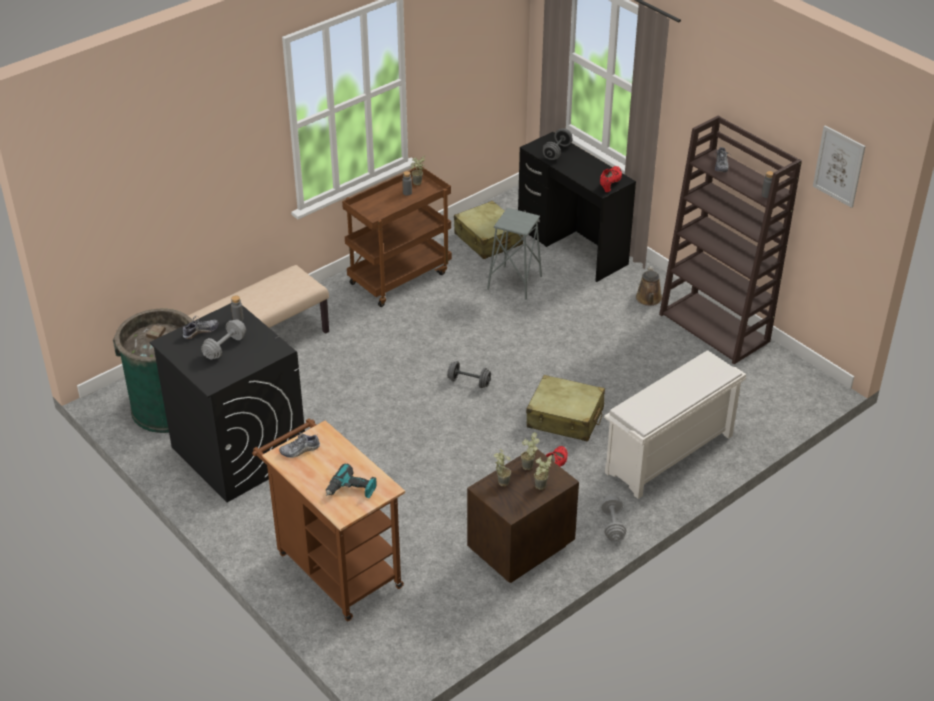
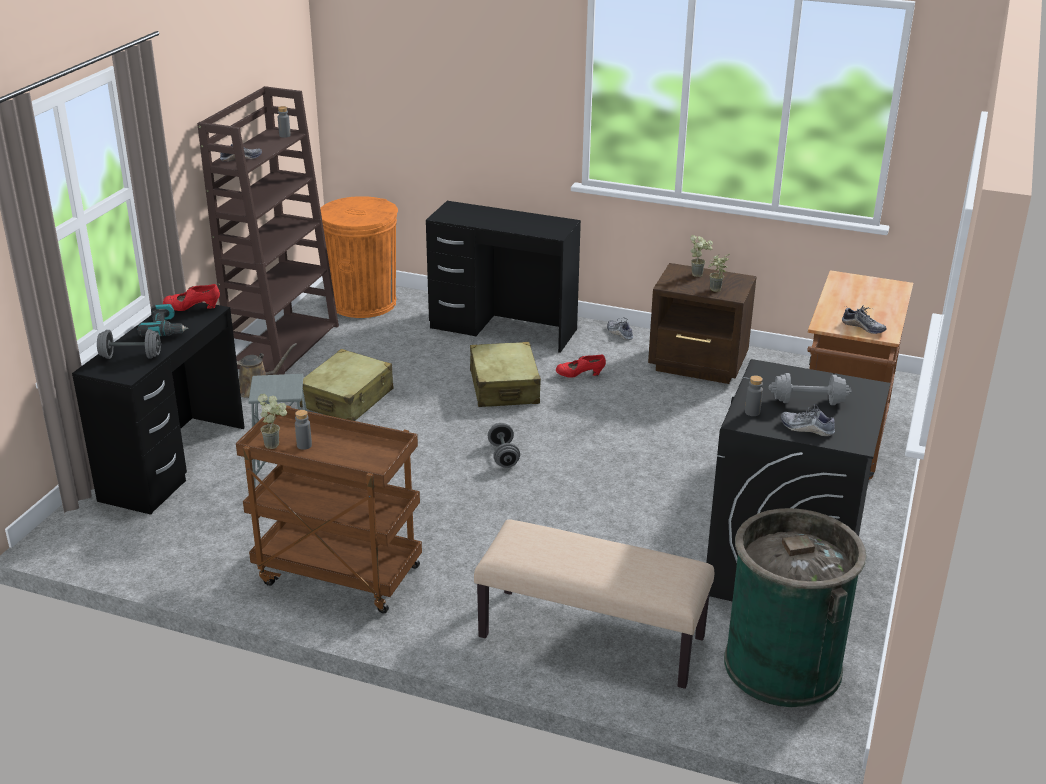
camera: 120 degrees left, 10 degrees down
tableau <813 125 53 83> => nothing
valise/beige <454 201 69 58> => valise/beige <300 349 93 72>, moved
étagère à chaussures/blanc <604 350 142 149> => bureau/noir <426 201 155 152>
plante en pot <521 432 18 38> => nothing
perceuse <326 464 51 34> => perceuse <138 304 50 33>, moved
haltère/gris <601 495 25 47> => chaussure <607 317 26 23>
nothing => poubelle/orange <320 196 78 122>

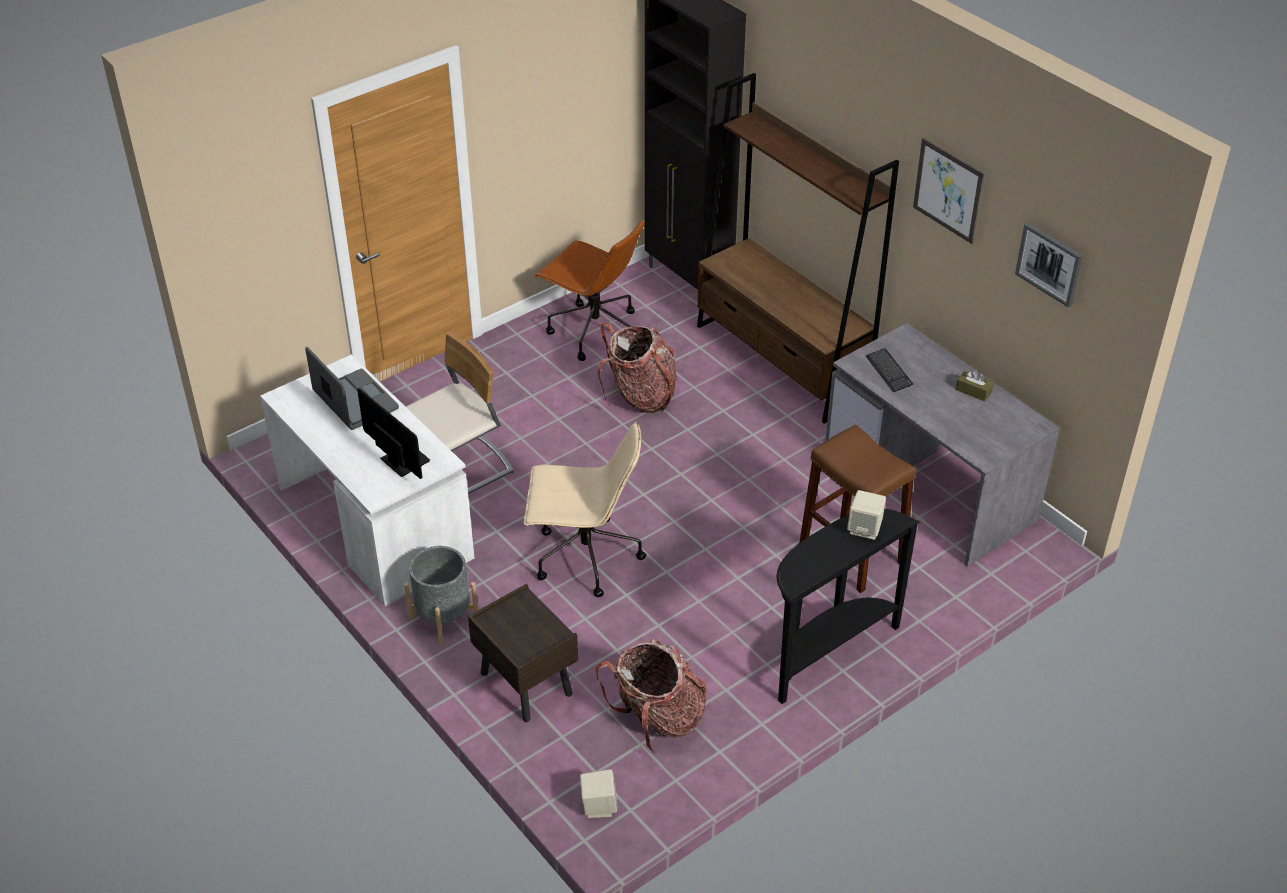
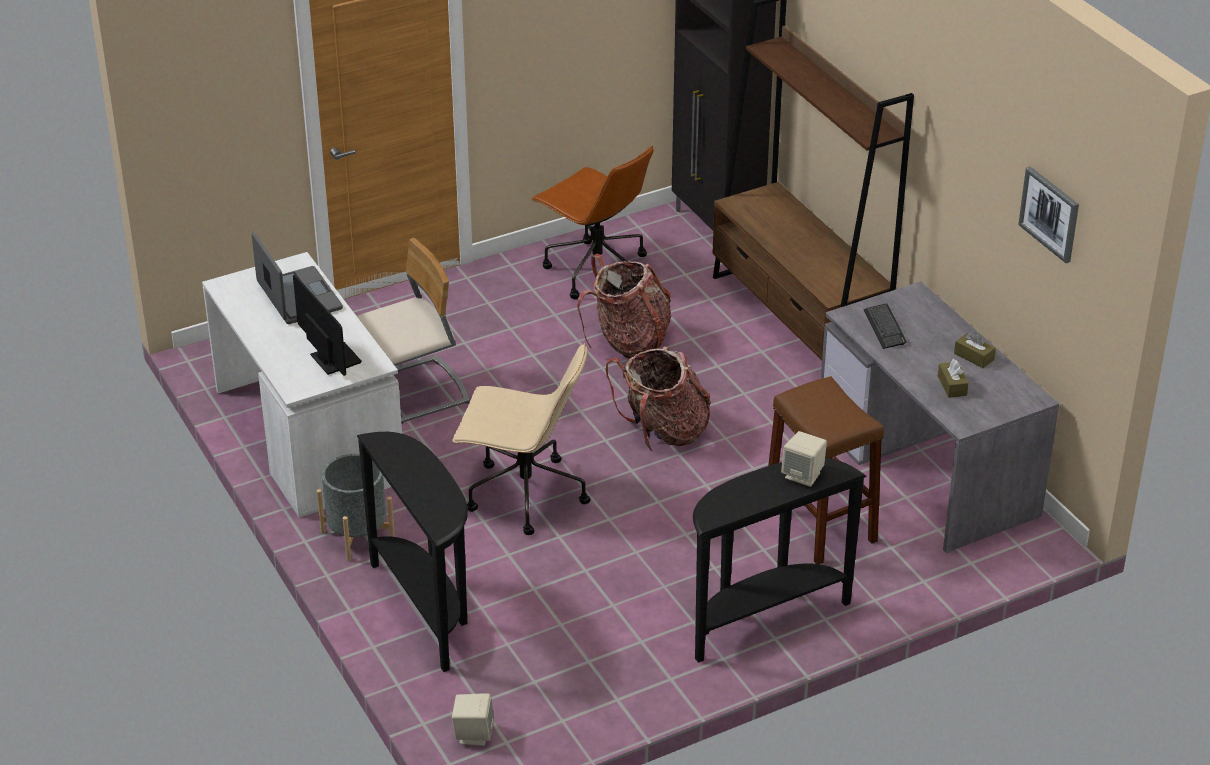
camera: 10 degrees right, 5 degrees down
tableau <913 138 72 106> => nothing
table de chevet/marron <468 584 110 138> => table console/noir <357 432 111 240>
sac à dos <596 639 111 113> => sac à dos <606 346 105 105>, moved
nothing => boîte à mouchoirs/marron <938 359 31 39>

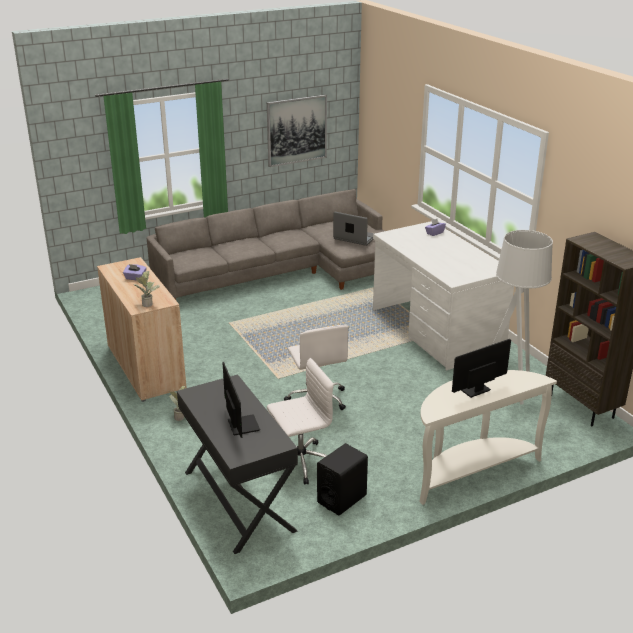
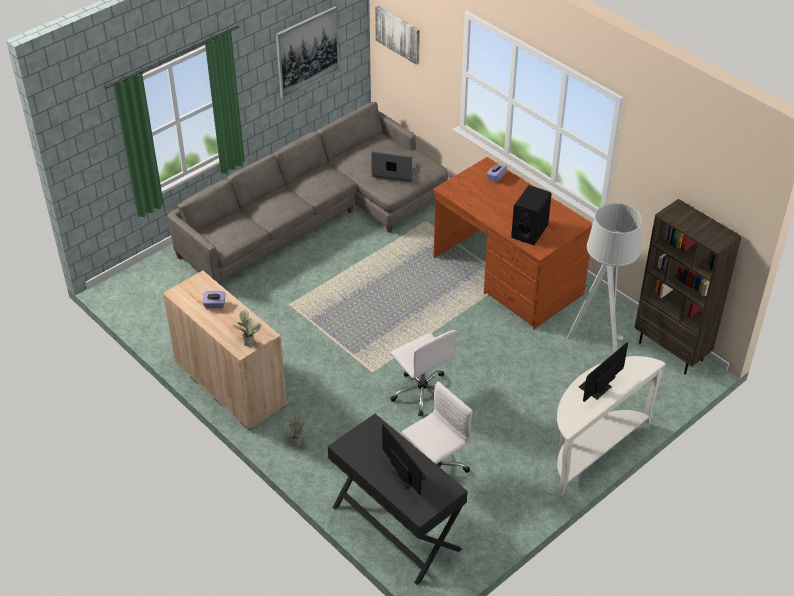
camera: 15 degrees left, 15 degrees up
bureau/blanc <373 221 141 149> => bureau/marron <433 157 160 172>
enceinte/noir <317 443 51 73> => enceinte/noir <511 185 41 60>, moved
nothing => tableau <375 6 45 59>

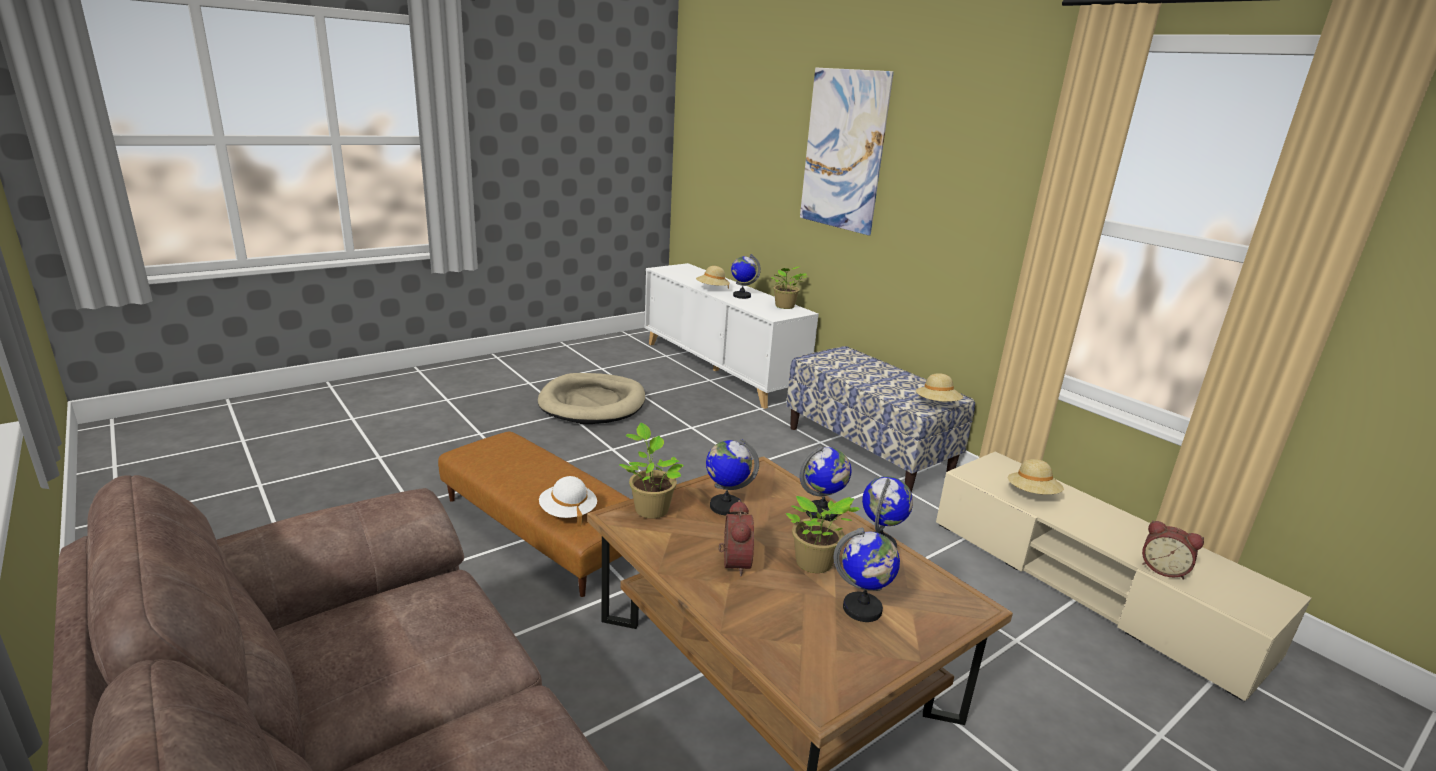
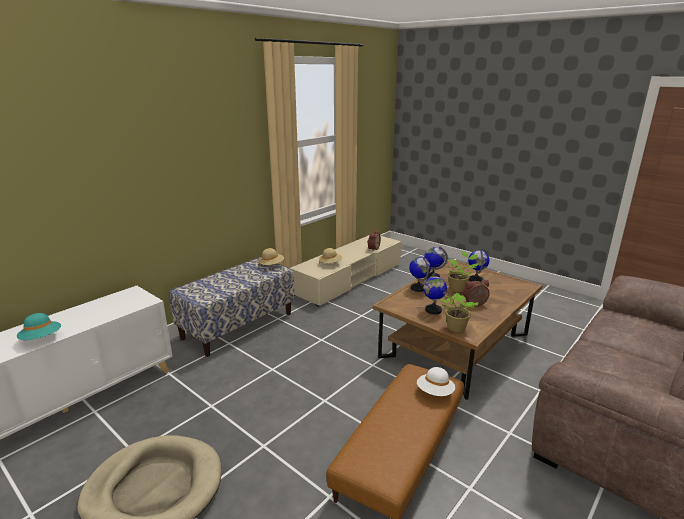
camera: 100 degrees left, 0 degrees up
tableau <800 68 94 168> => nothing
globe <731 254 30 45> => nothing
chapeau/beige <696 266 34 23> => chapeau/turquoise <17 313 44 27>
plante en pot <771 266 36 43> => nothing

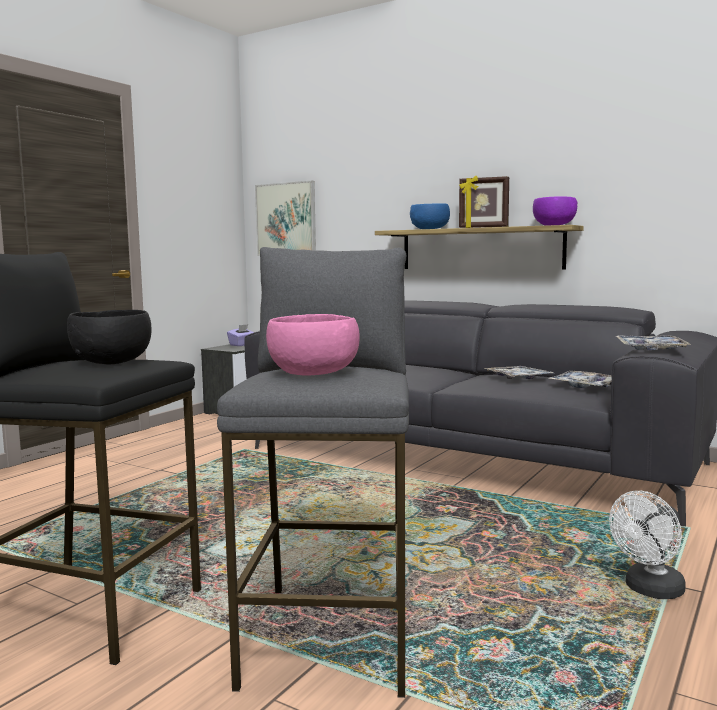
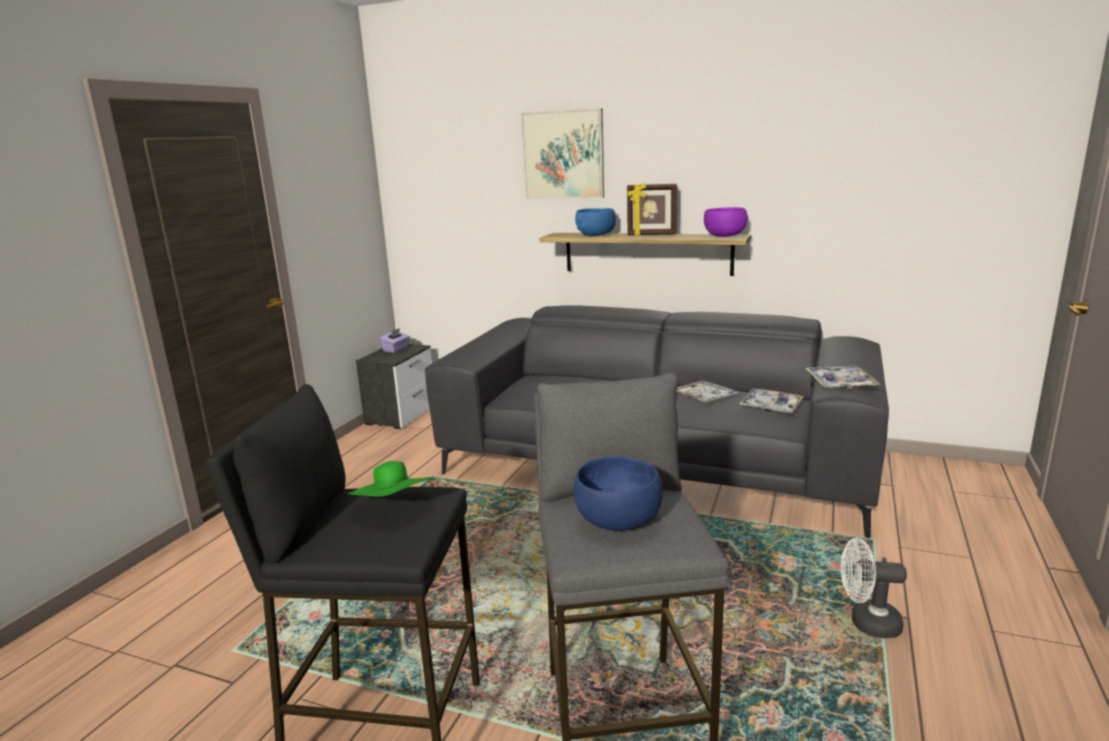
camera: 10 degrees left, 10 degrees up
tableau <255 181 61 75> => tableau <521 108 83 91>, moved
bol/noir <67 310 85 54> => chapeau/vert <347 461 87 35>
bol/rose <266 314 94 61> => bol/bleu <574 456 89 75>
ventilateur/blanc <609 491 77 108> => ventilateur/blanc <841 538 66 100>, 60 degrees clockwise

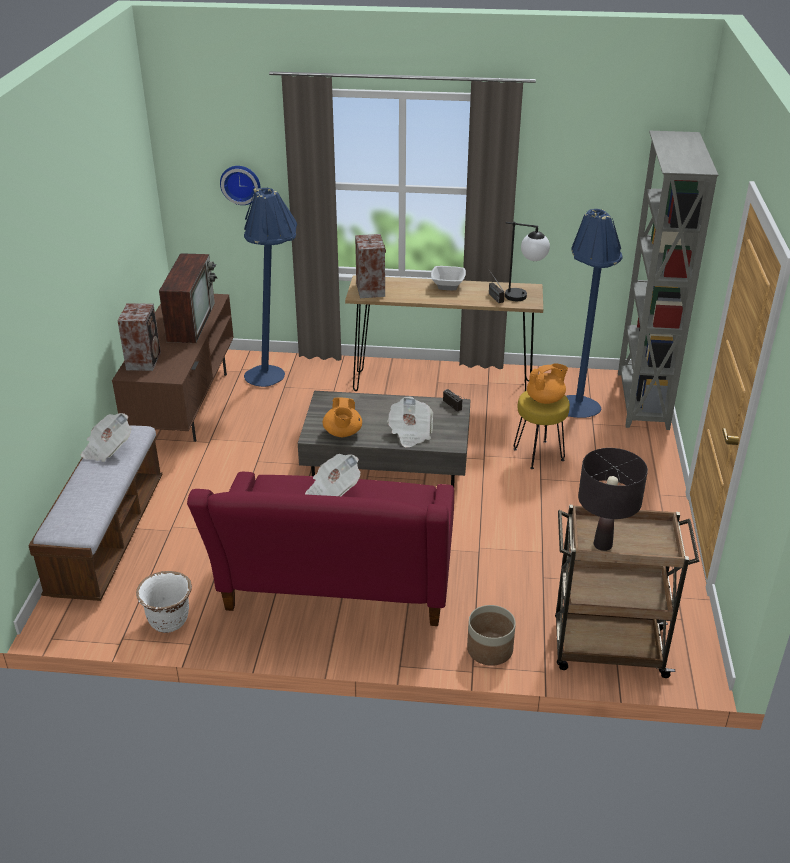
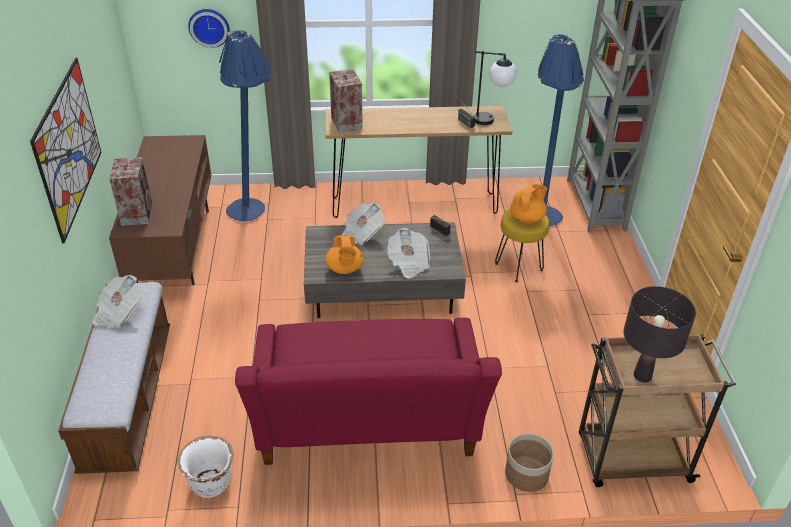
camera: 10 degrees left, 5 degrees up
téléviseur <159 253 58 90> => nothing
bol <431 266 35 24> => nothing
journal <305 454 55 42> => journal <341 203 44 42>, moved
nothing => tableau <30 58 71 185>

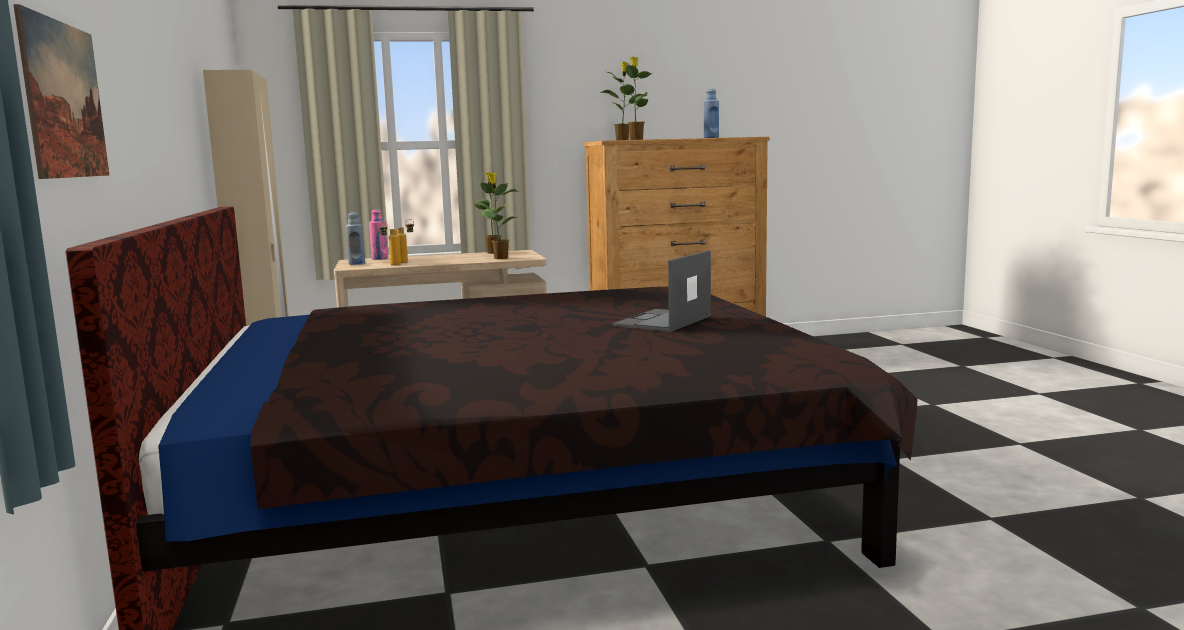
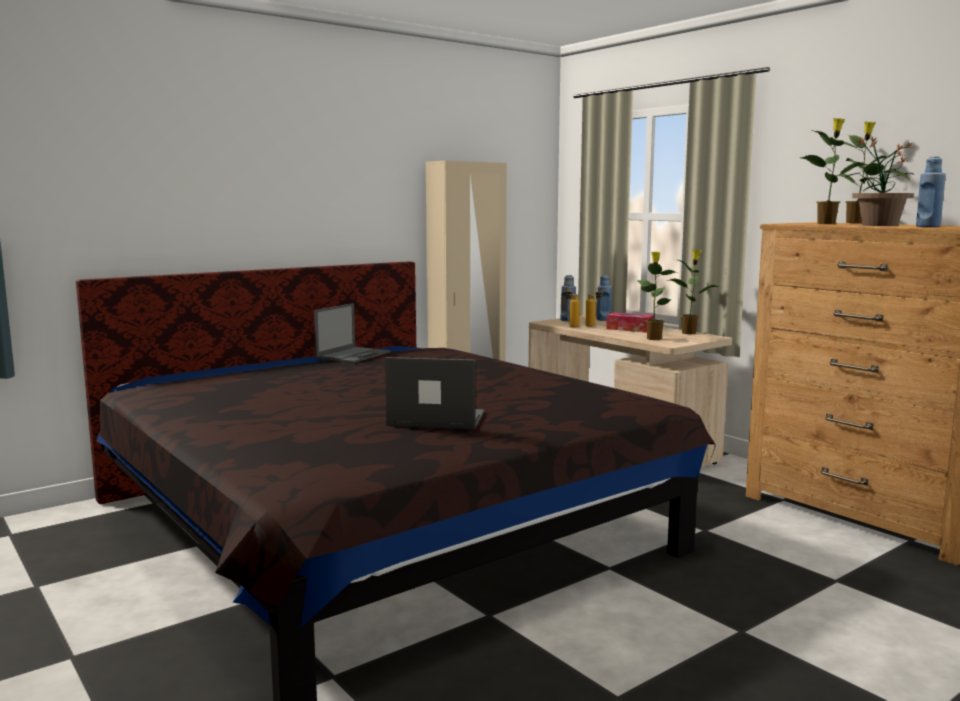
camera: 65 degrees right, 0 degrees up
tableau <13 4 96 175> => nothing
bouteille/rose <369 210 19 50> => bouteille/bleu <597 275 15 46>
nothing => plante en pot <847 136 67 90>
nothing => ordinateur portable <314 303 76 60>
nothing => boîte à mouchoirs <606 312 48 21>

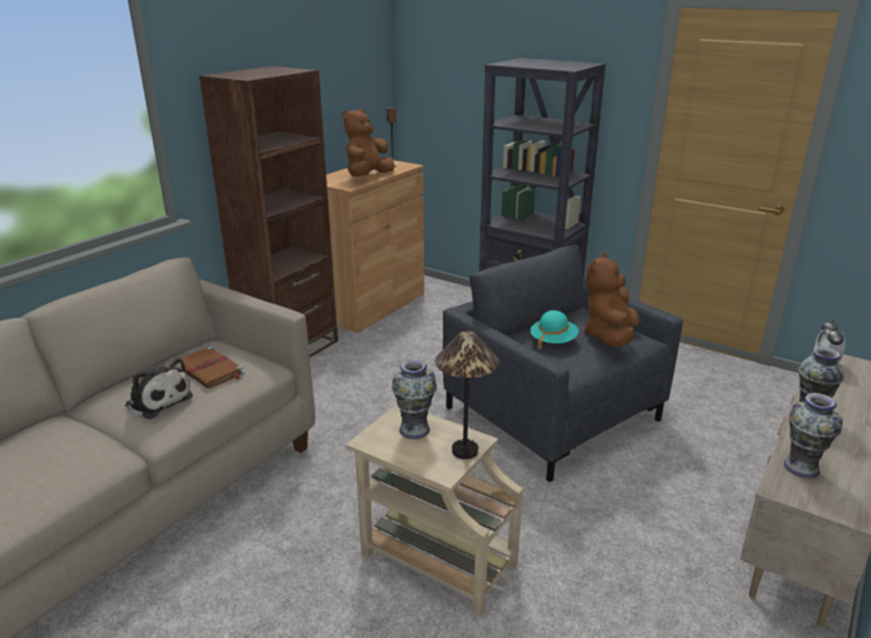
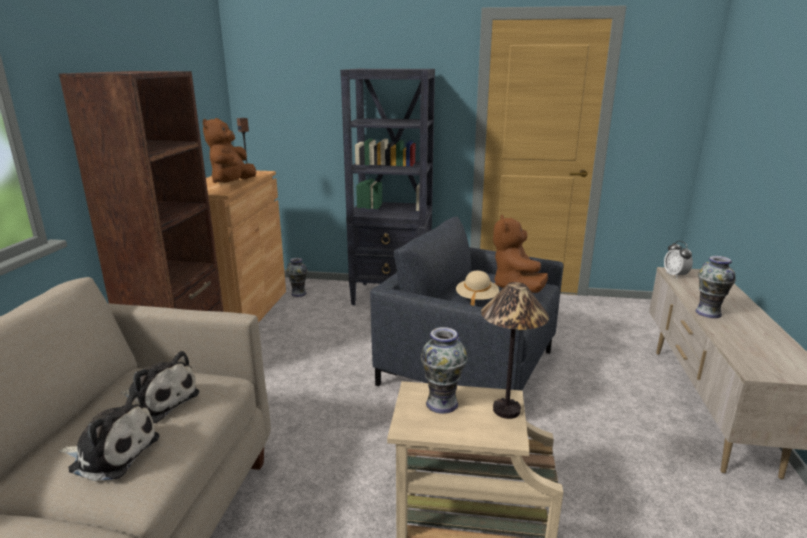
camera: 25 degrees left, 5 degrees down
chapeau/turquoise <530 310 49 40> => chapeau/beige <456 271 43 35>
livre/marron <180 346 64 42> => peluche <120 351 79 72>
vase <784 393 59 85> => vase <287 258 21 39>, moved

